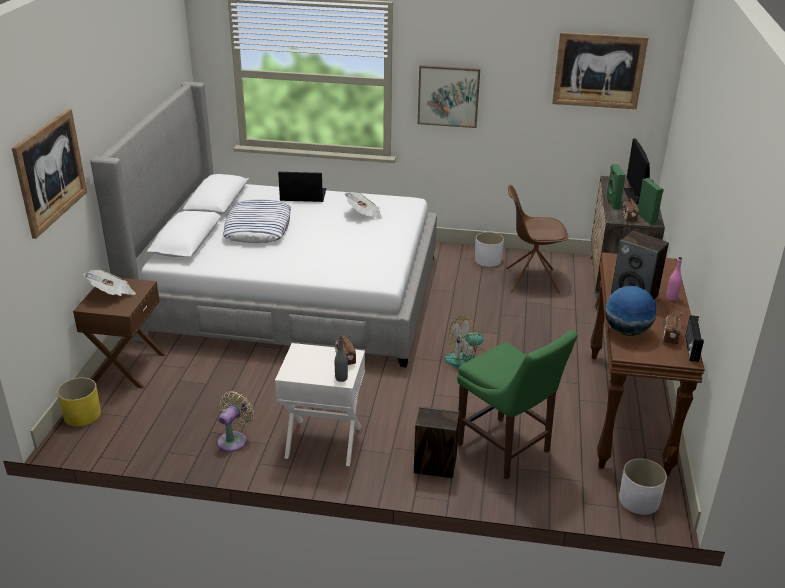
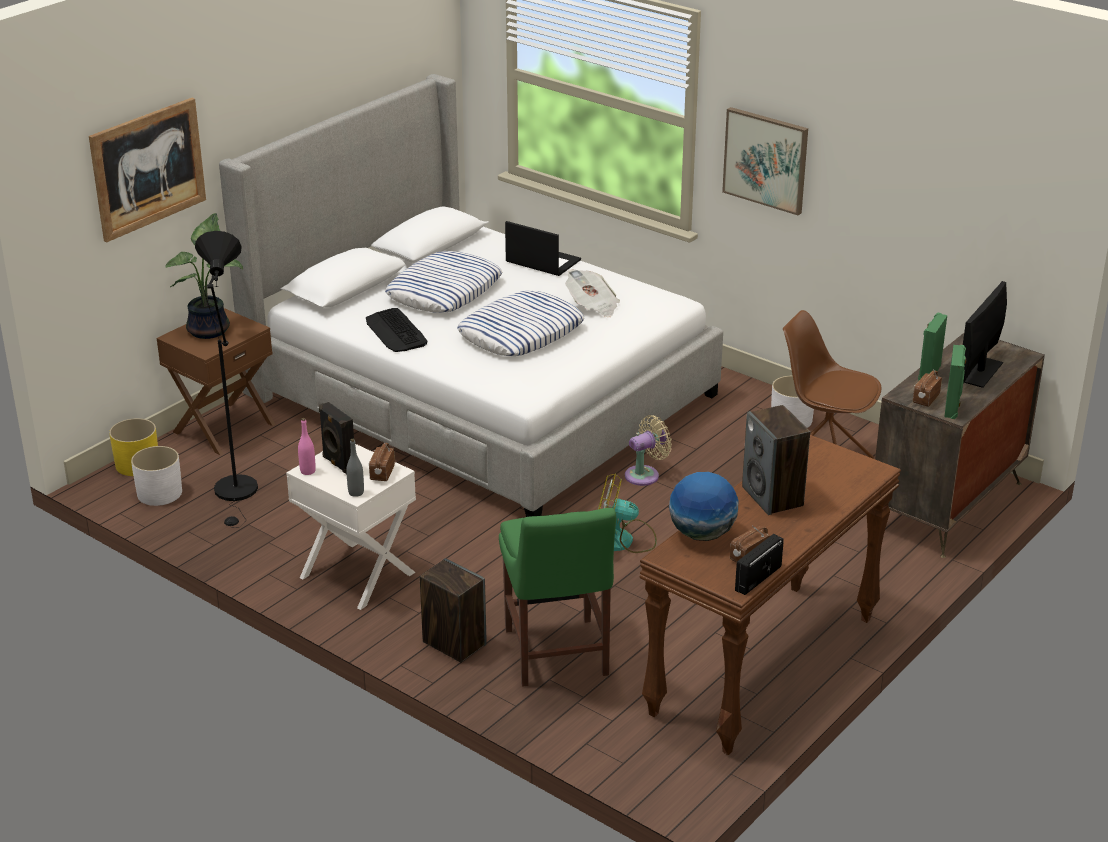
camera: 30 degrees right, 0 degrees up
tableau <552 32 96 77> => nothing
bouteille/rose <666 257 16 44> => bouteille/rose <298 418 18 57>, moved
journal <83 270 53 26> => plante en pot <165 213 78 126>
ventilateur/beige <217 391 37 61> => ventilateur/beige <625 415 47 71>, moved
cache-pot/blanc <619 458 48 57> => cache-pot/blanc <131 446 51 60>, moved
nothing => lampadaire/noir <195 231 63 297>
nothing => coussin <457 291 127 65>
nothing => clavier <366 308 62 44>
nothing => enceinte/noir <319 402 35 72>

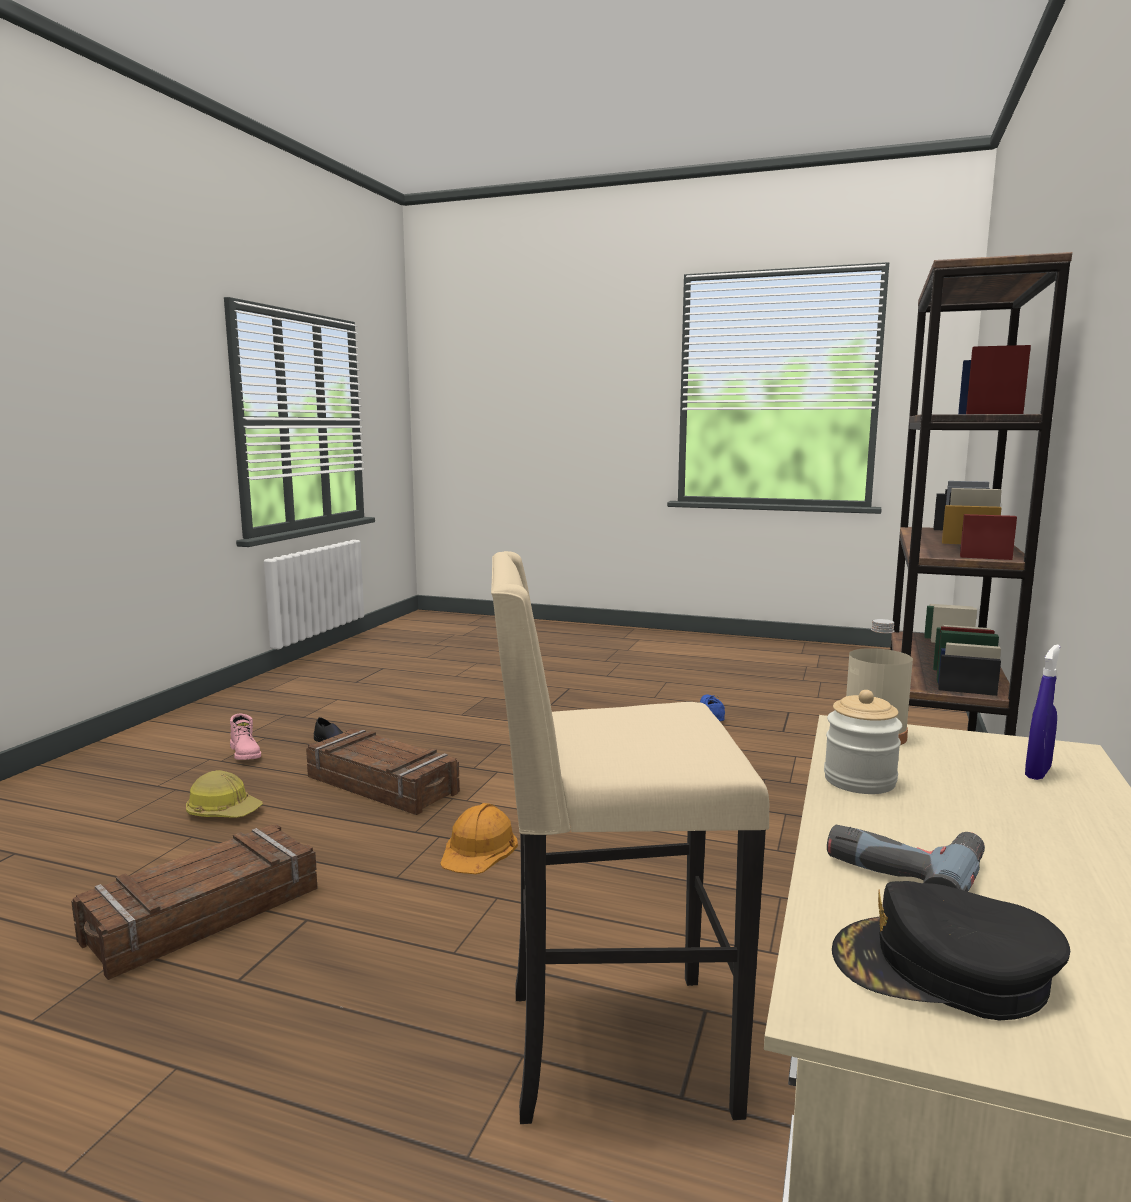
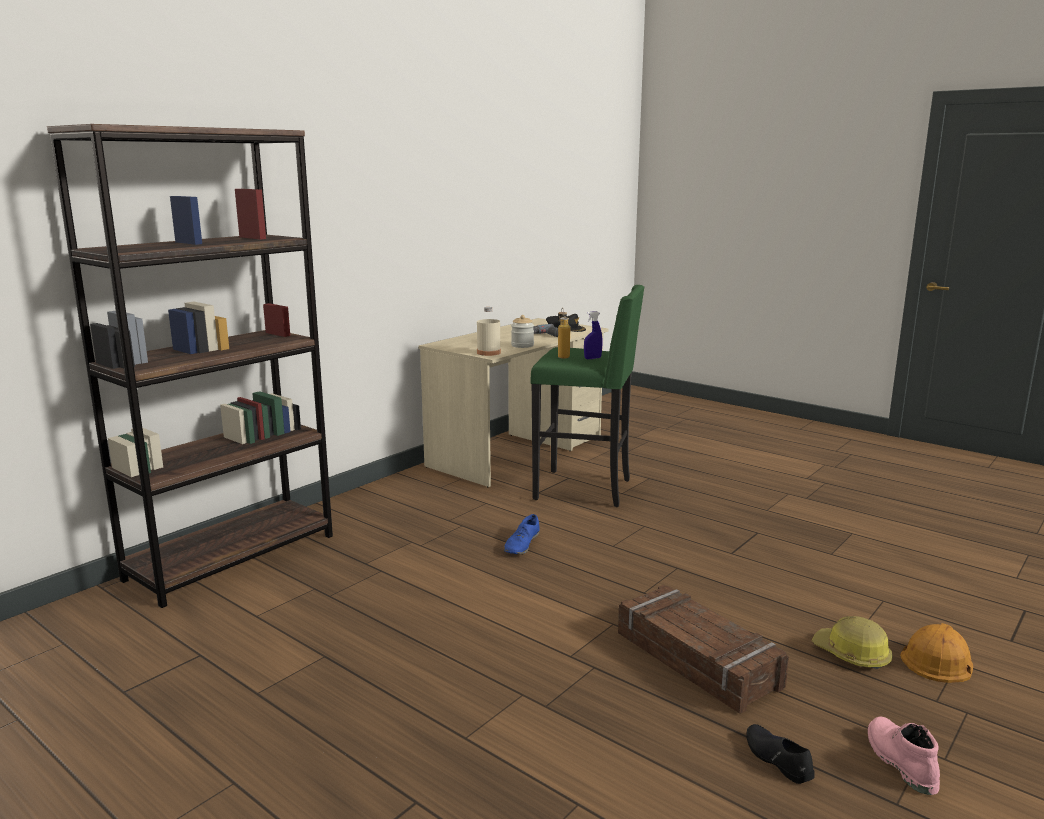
camera: 160 degrees left, 5 degrees up
tabouret/beige <491 551 278 573> => tabouret/vert <530 285 115 222>
vaporisateur/bleu <1025 645 35 135> => vaporisateur/bleu <584 311 19 48>, moved
chaussure/bleu <700 695 25 26> => chaussure/bleu <504 514 36 41>, moved
casque de chantier/orange <440 803 78 71> => casque de chantier/orange <900 623 73 60>, moved
caisse <71 824 247 156> => nothing
nothing => bouteille <558 307 12 52>

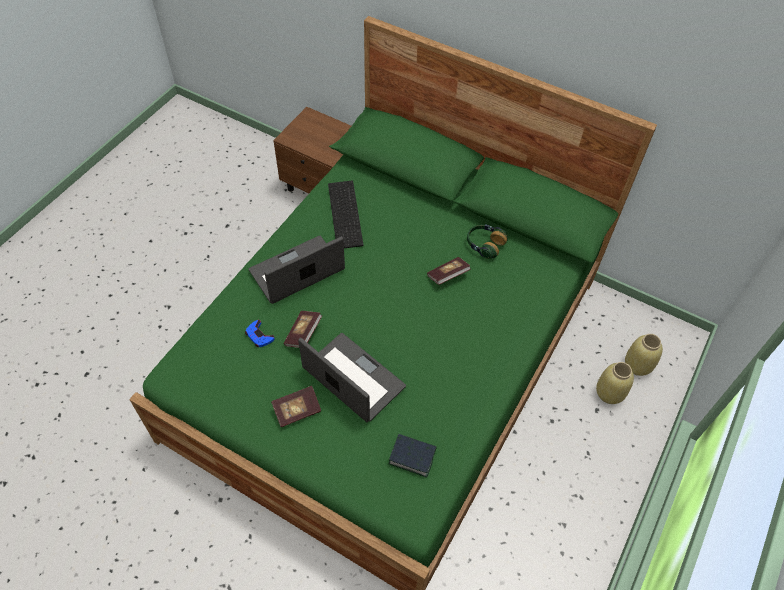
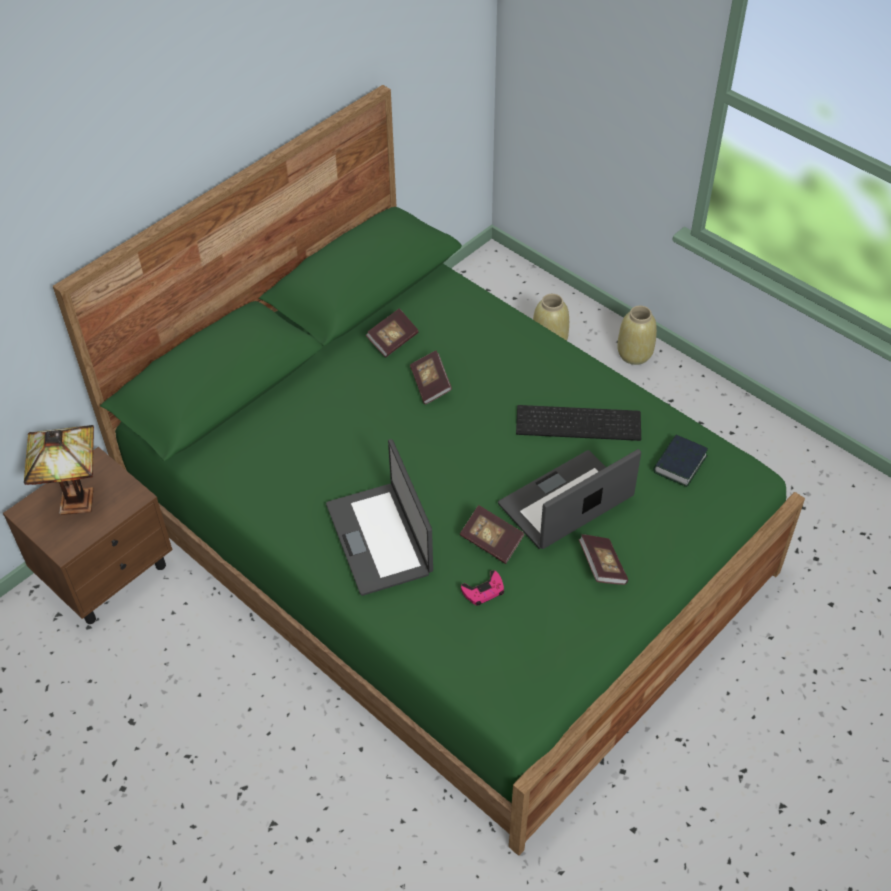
camera: 75 degrees left, 5 degrees down
clavier <328 181 35 67> => clavier <516 405 125 36>, moved
casque audio <467 225 41 34> => livre <366 309 53 48>
manette/bleu <245 320 30 27> => manette/rose <461 570 43 36>
vase/beige <625 334 38 42> => vase/beige <617 306 40 59>, moved
nothing => lampe de table <24 425 70 90>

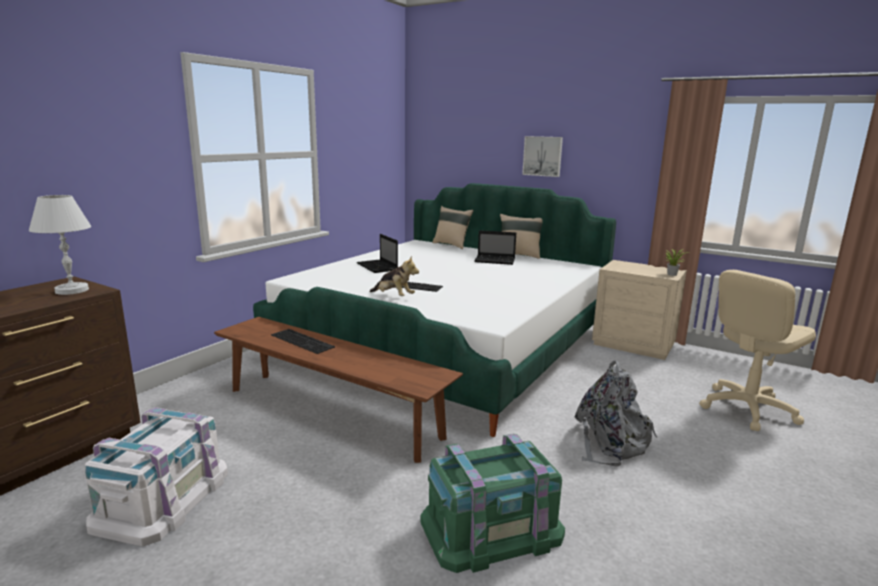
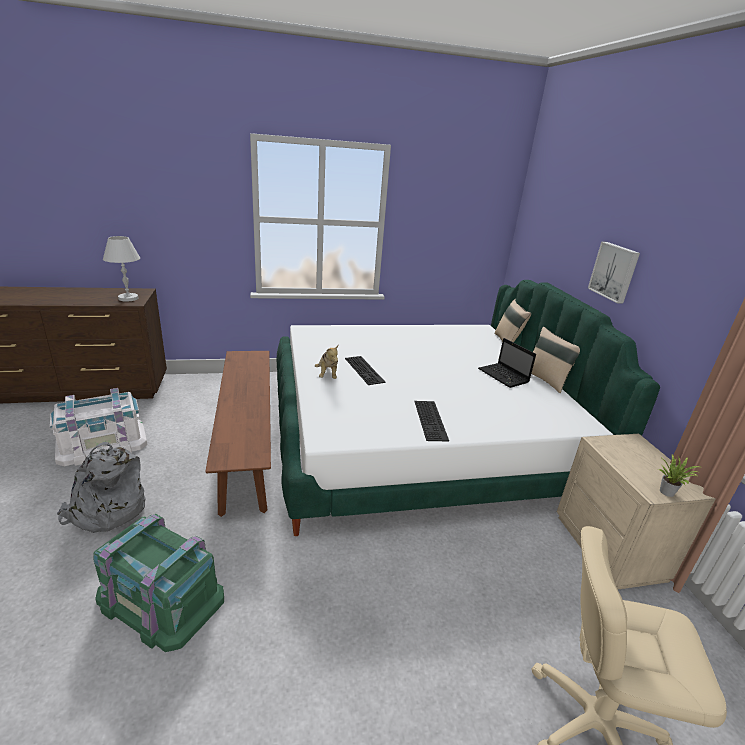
camera: 45 degrees right, 10 degrees up
ordinateur portable <356 234 42 39> => nothing
clavier <271 329 64 25> => clavier <414 401 35 40>, moved
sac à dos/gris <575 361 82 105> => sac à dos/gris <57 442 89 91>, moved

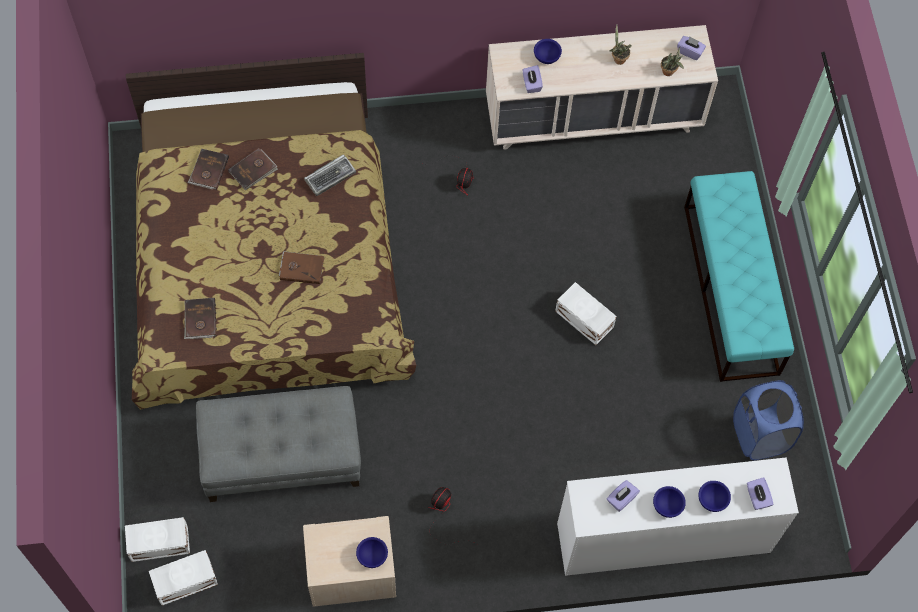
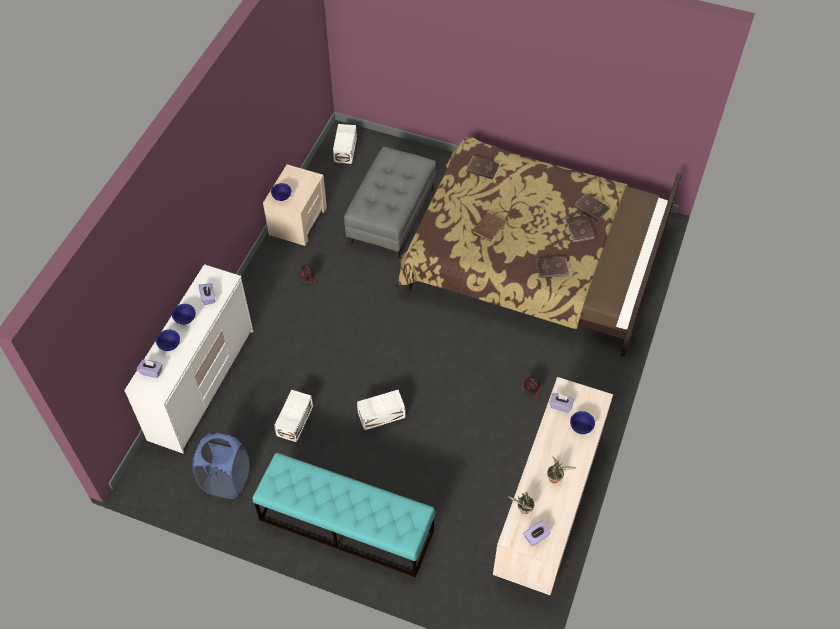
camera: 120 degrees right, 10 degrees down
clavier <304 154 52 42> => livre/marron <536 256 34 22>
boîte de rangement/blanc <125 517 65 45> => boîte de rangement/blanc <274 390 39 52>, moved

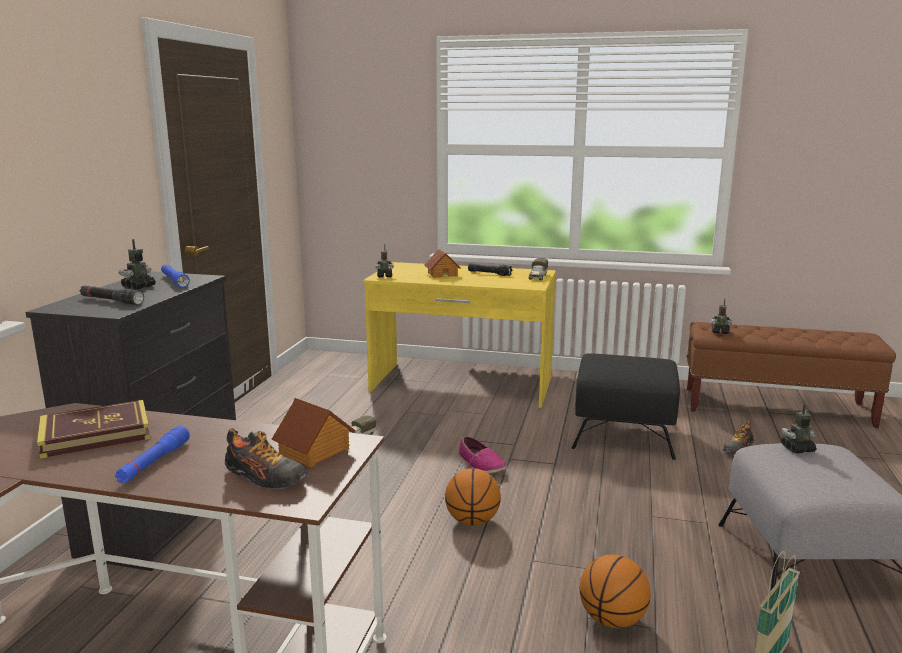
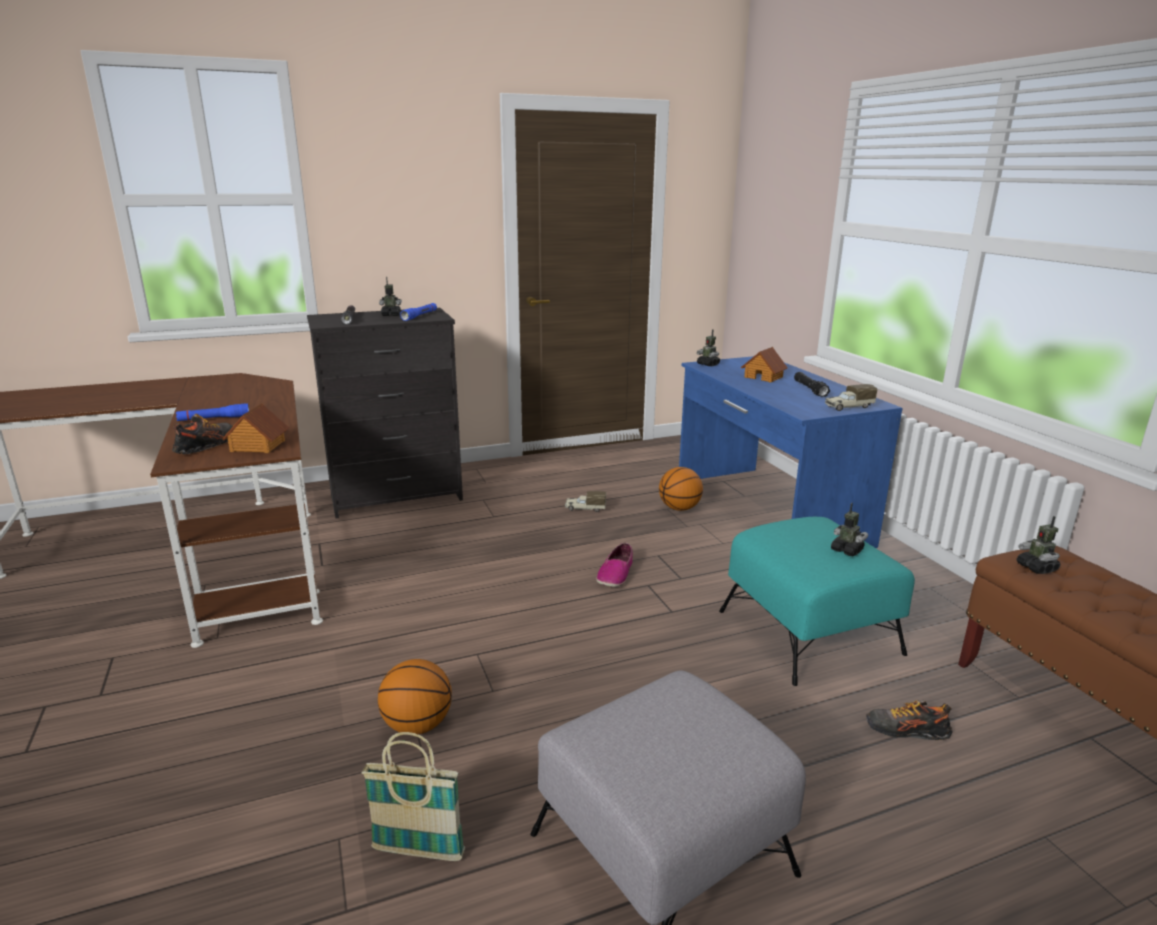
camera: 55 degrees right, 5 degrees up
bureau/jaune <363 262 193 146> => bureau/bleu <679 356 224 192>
pouf/noir <572 353 108 107> => pouf/turquoise <719 517 196 169>
livre <37 400 113 59> => nothing
robot jouet <781 404 35 49> => robot jouet <831 503 37 53>, moved
chaussure <225 428 82 61> => chaussure <172 414 61 40>, 150 degrees counterclockwise
ballon de basket <445 468 56 58> => ballon de basket <659 467 44 44>, moved

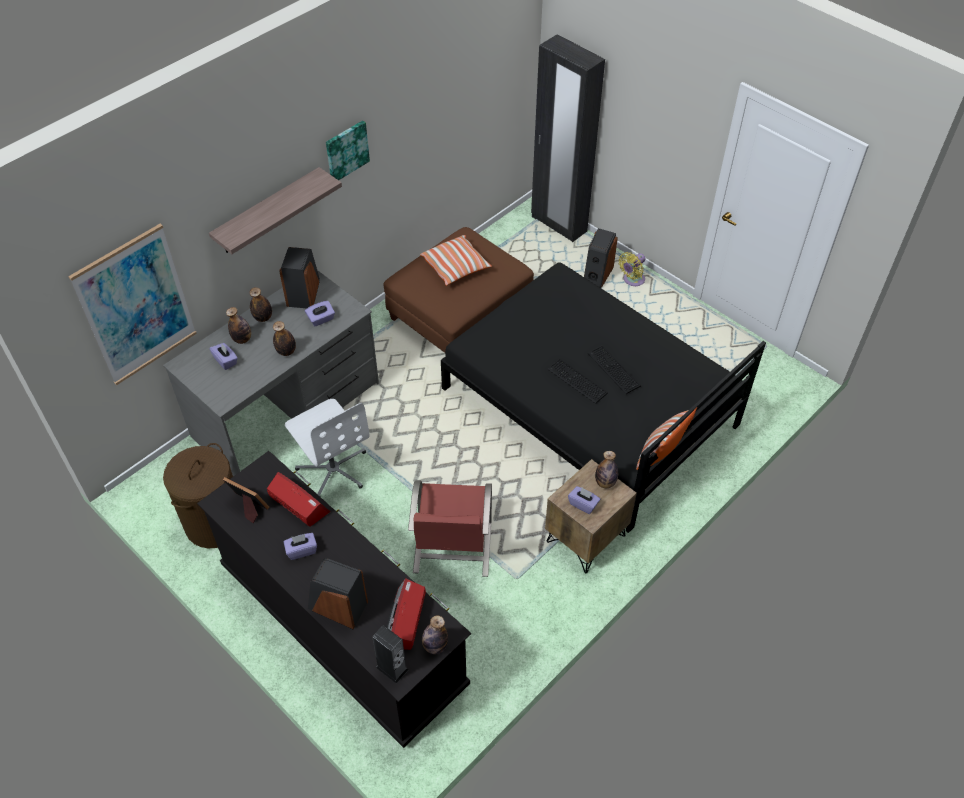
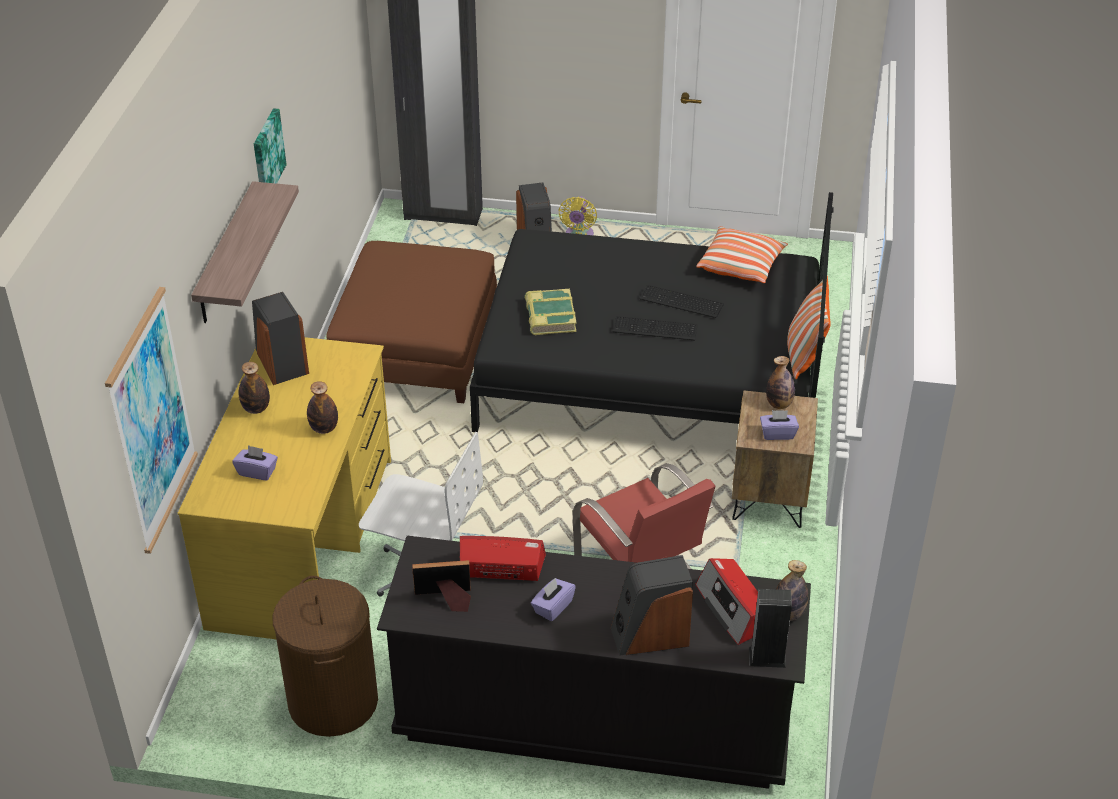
camera: 35 degrees left, 10 degrees down
coussin <420 235 72 51> => coussin <696 226 92 57>, moved
bureau/gris <163 270 216 206> => bureau/jaune <178 337 213 302>
boîte à mouchoirs/violet <305 301 30 25> => nothing
bouteille <226 307 25 37> => nothing
nothing => livre <524 289 53 46>

